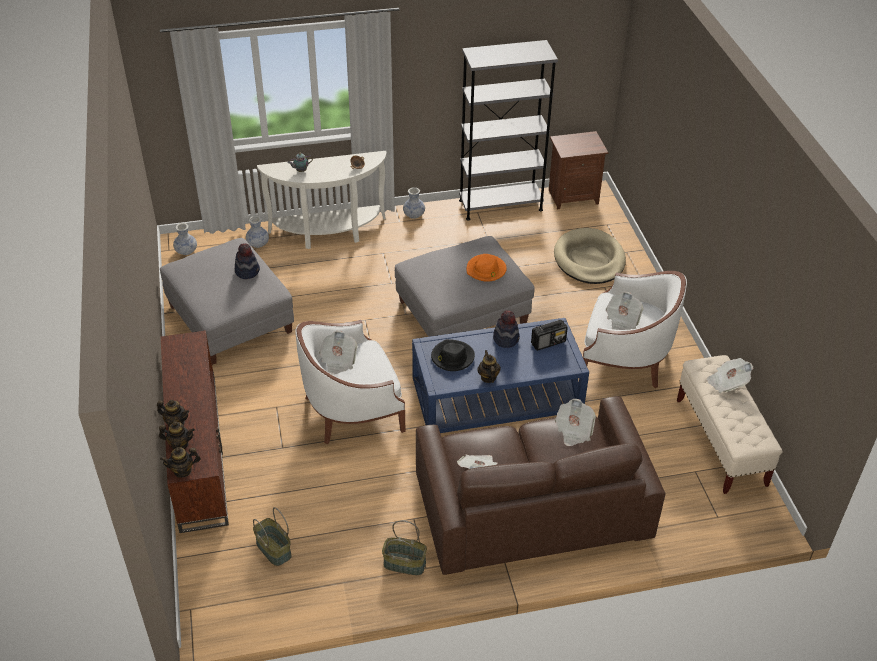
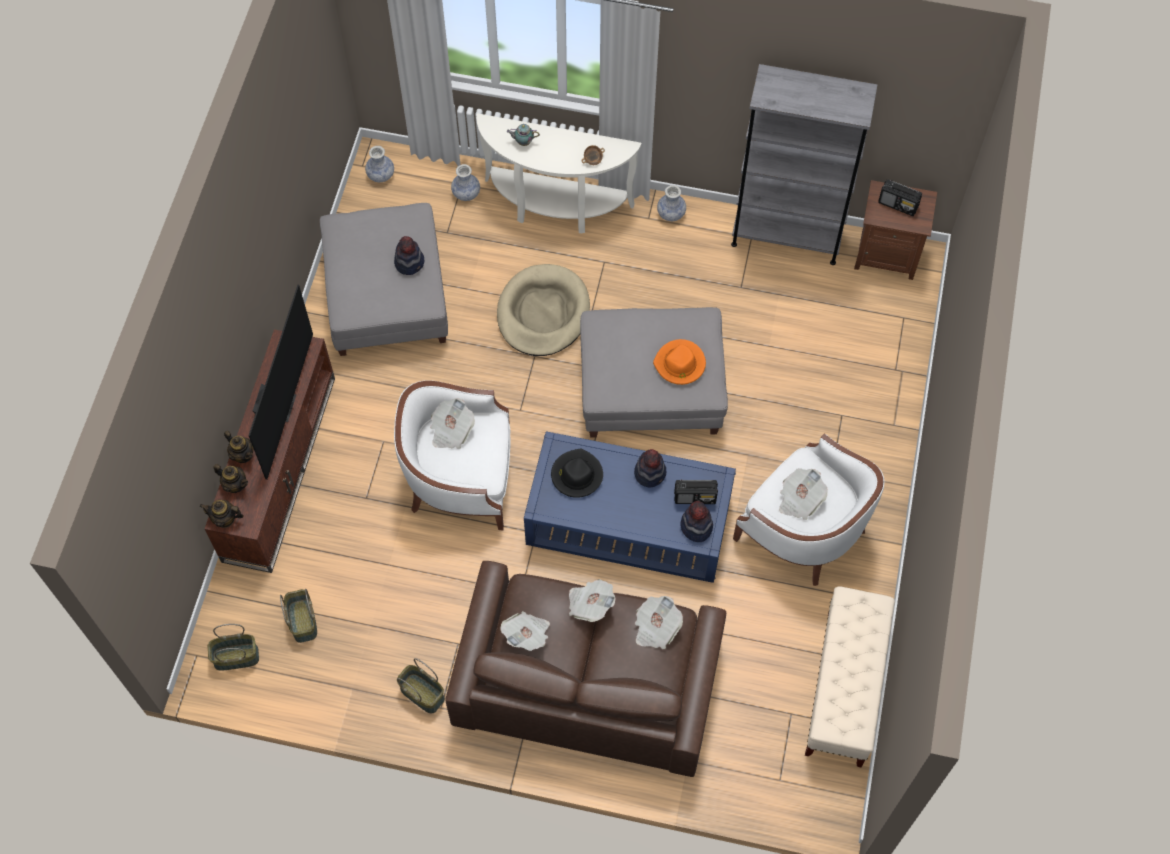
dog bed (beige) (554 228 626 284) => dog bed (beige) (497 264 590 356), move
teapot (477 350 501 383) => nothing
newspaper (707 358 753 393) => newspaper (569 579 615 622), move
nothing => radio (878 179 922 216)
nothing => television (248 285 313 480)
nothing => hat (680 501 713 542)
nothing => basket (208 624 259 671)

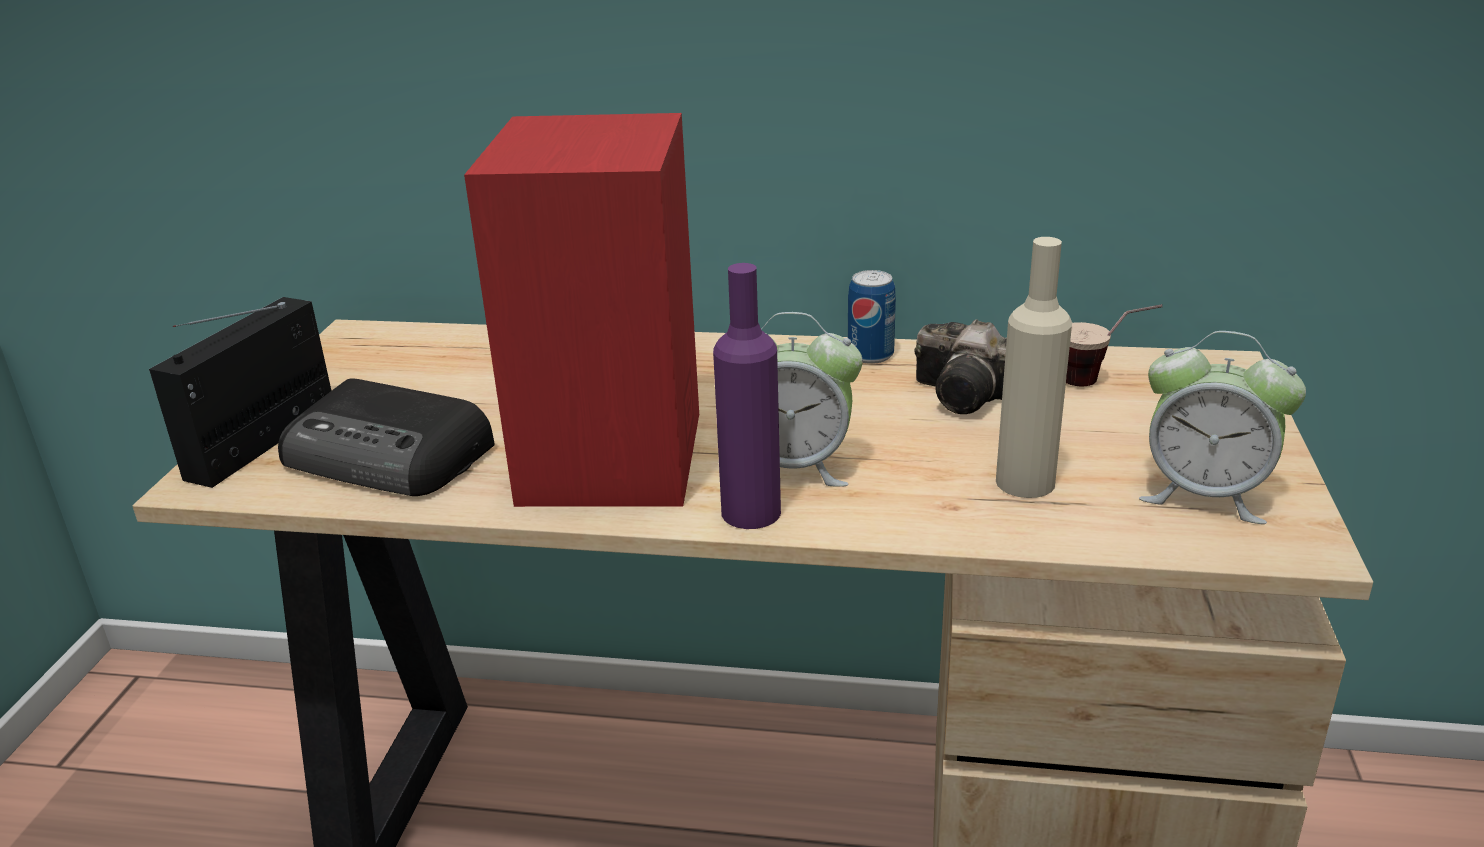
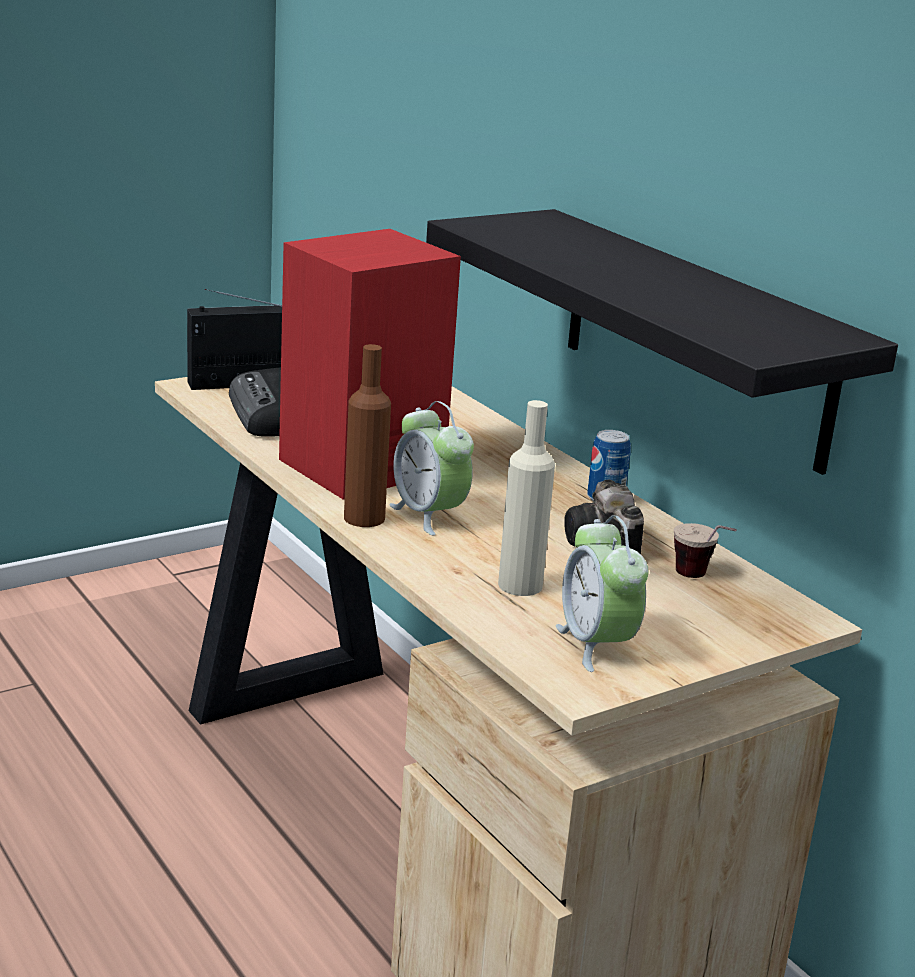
bottle (purple) (713 263 781 529) => bottle (brown) (344 344 391 527)
nothing => shelf (black) (426 209 898 475)

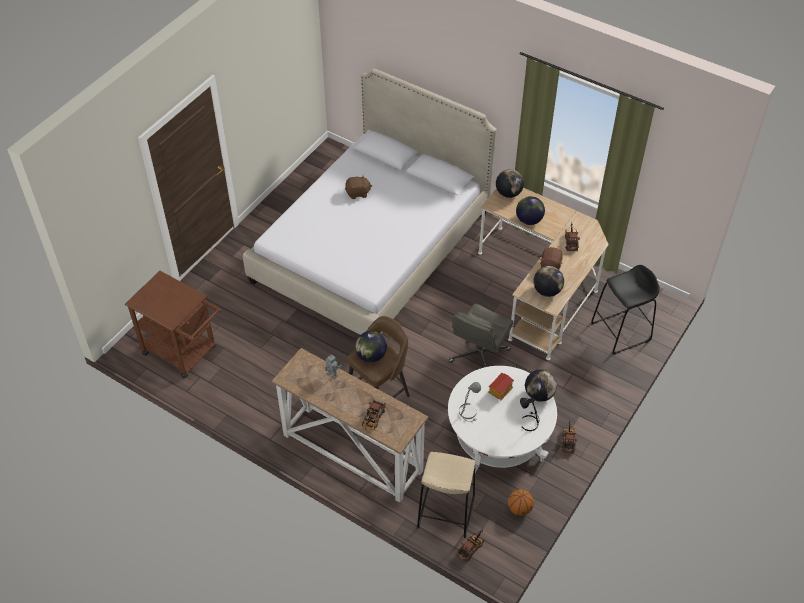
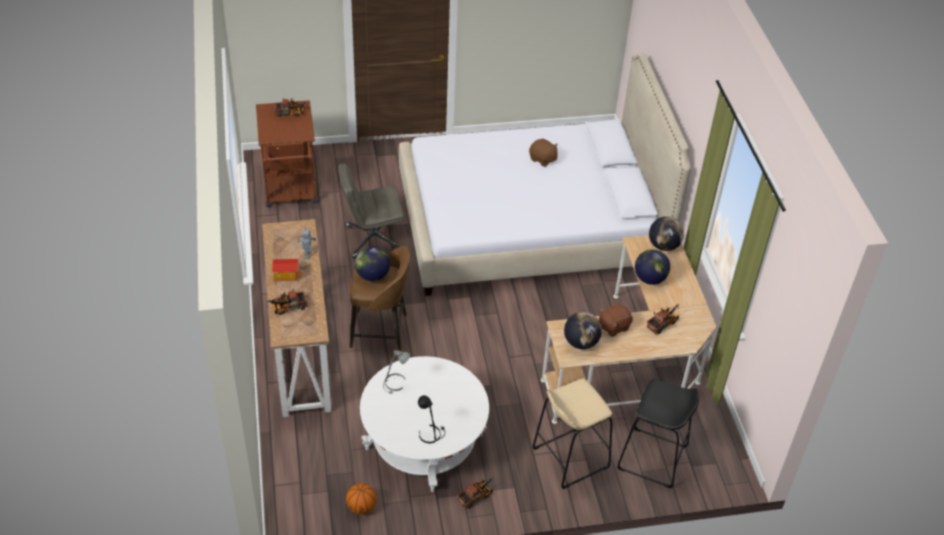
office chair (grey) (449 304 513 367) => office chair (grey) (339 163 405 258), move
globe (525 369 557 402) => nothing
toy house (488 373 514 400) => toy house (272 259 302 281), move
stool (beige) (417 452 475 538) => stool (beige) (533 378 613 489), move
toy truck (456 529 484 562) => toy truck (274 98 308 117), move

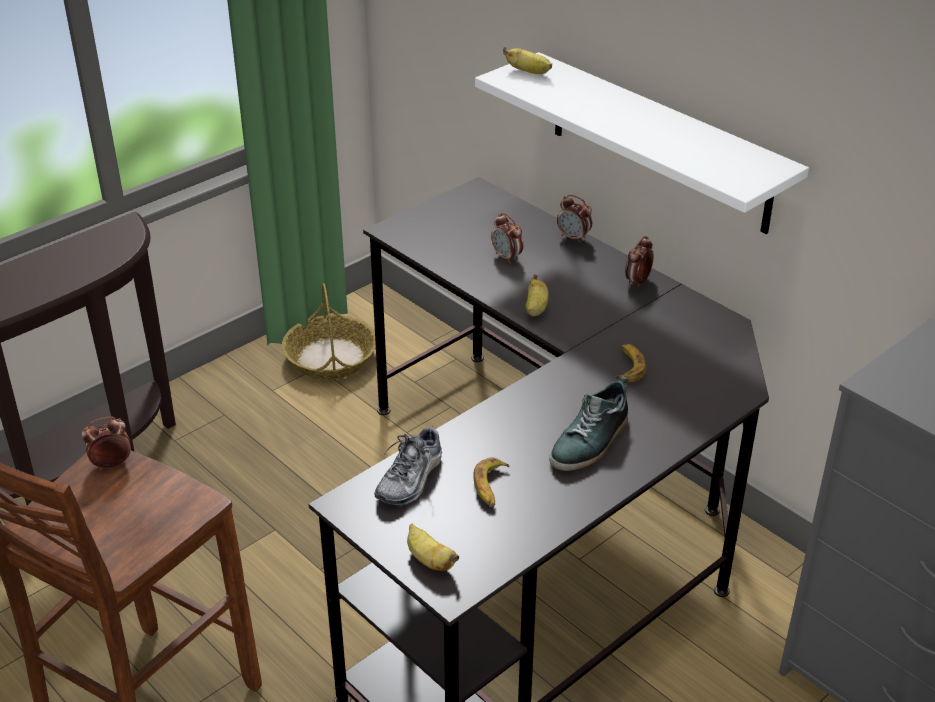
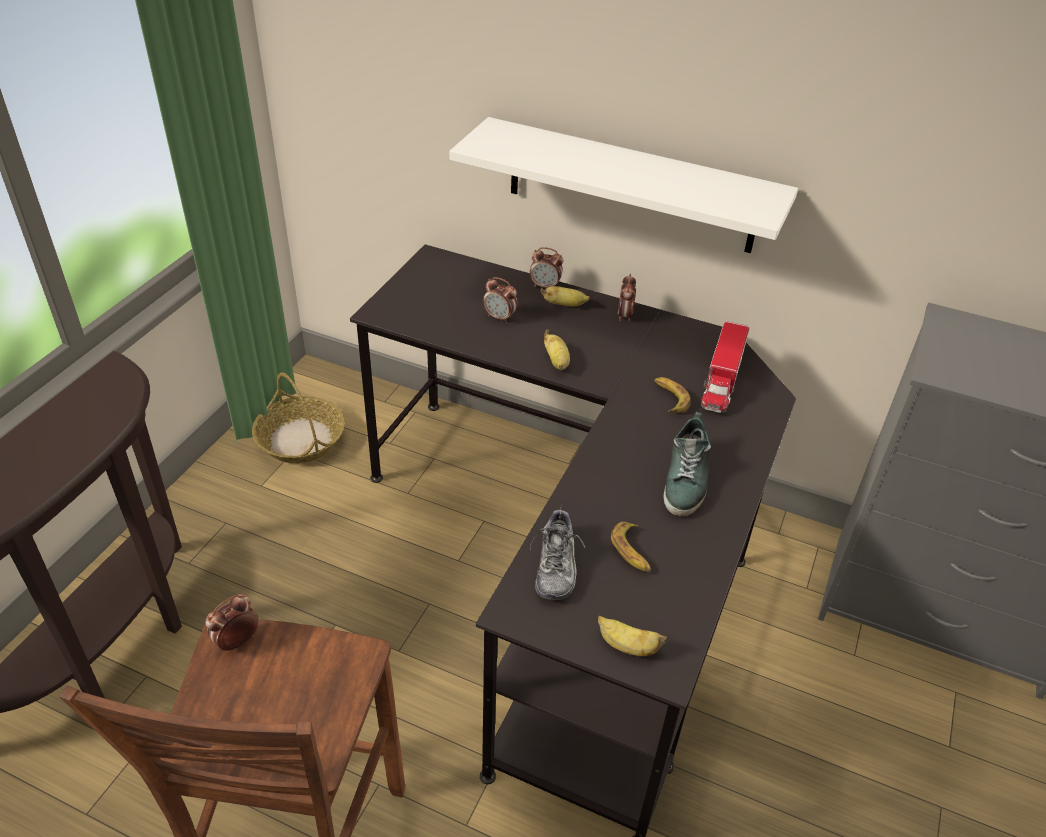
banana (503 47 552 74) => banana (541 286 590 306), move
nothing => toy truck (701 321 749 413)

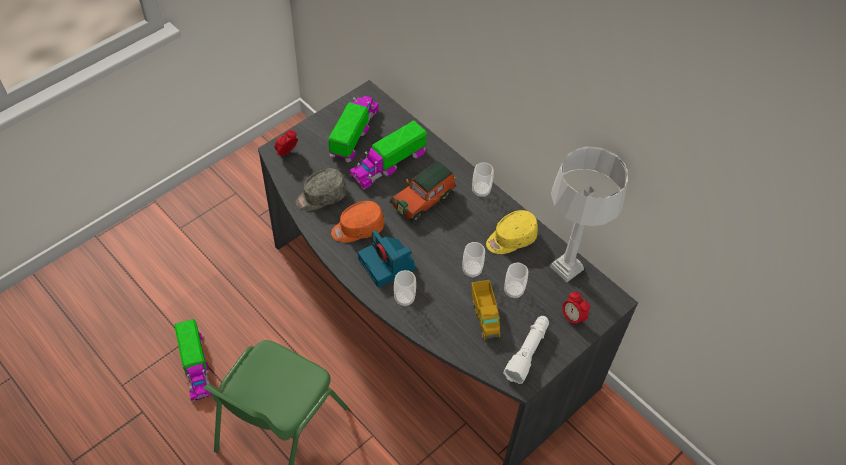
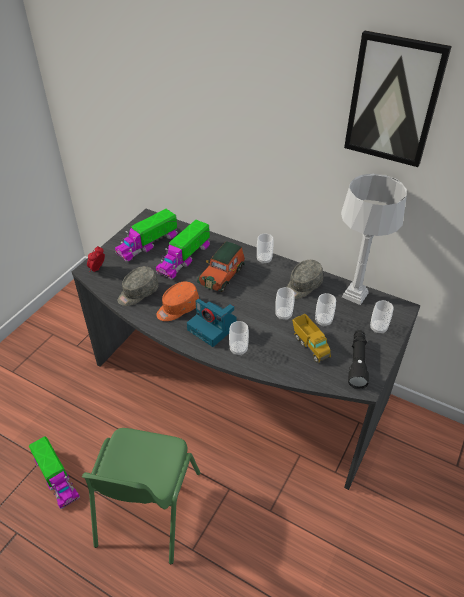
toy truck (328 96 379 162) => toy truck (115 209 178 262), 135 degrees counterclockwise
cap (yellow) (486 210 538 254) => cap (grey) (287 260 323 299)
alarm clock (562 292 590 328) => cup (370 300 393 334)
flashlight (white) (503 316 549 384) => flashlight (black) (348 330 369 389)
nothing => picture (344 31 452 167)

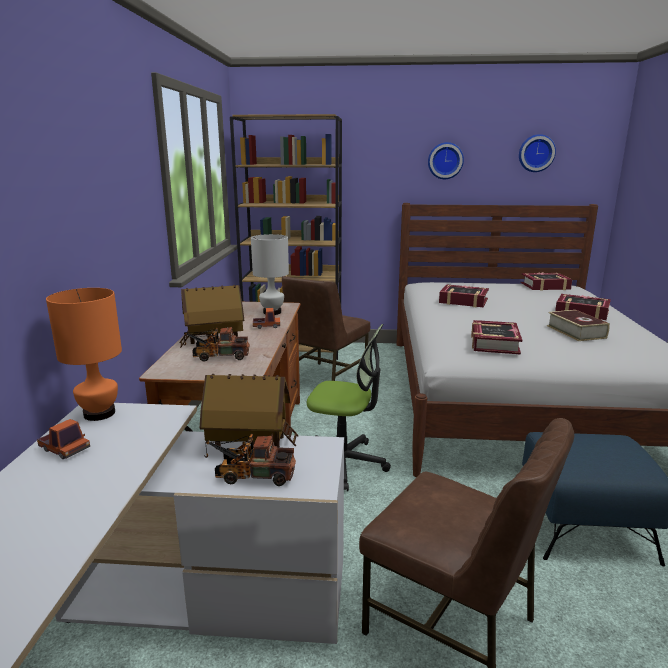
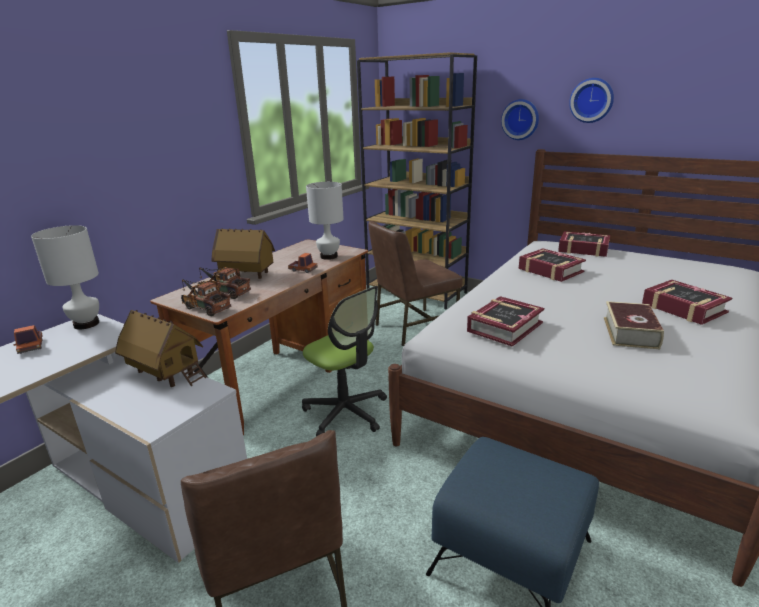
wall clock (519 134 556 172) => wall clock (501 99 539 140), move
book (521 272 573 291) => book (558 231 610 257), move
table lamp (orange) (46 288 122 421) => table lamp (white) (31 225 99 329)
toy truck (204 433 296 486) => toy truck (181 279 231 316), move

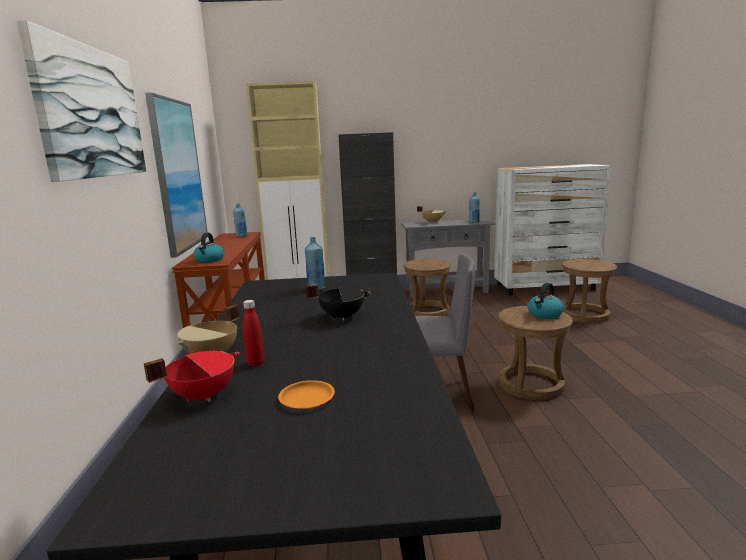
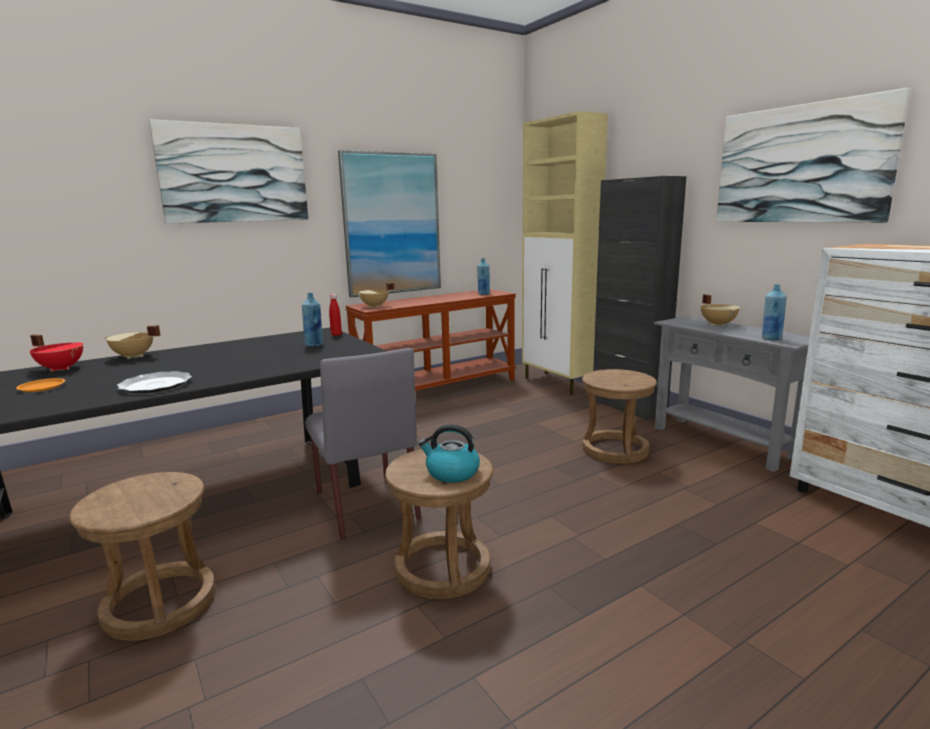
kettle (193 233 224 263) => cooking pot (beige) (356 283 394 308)
stool (brown) (562 259 617 323) => stool (brown) (69 472 215 641), move
cooking pot (black) (306 284 371 321) => nothing
bottle (red) (243 300 264 367) => bottle (red) (329 294 342 336), move
nothing => picture (716 88 911 223)
nothing => plate (117 371 192 393)

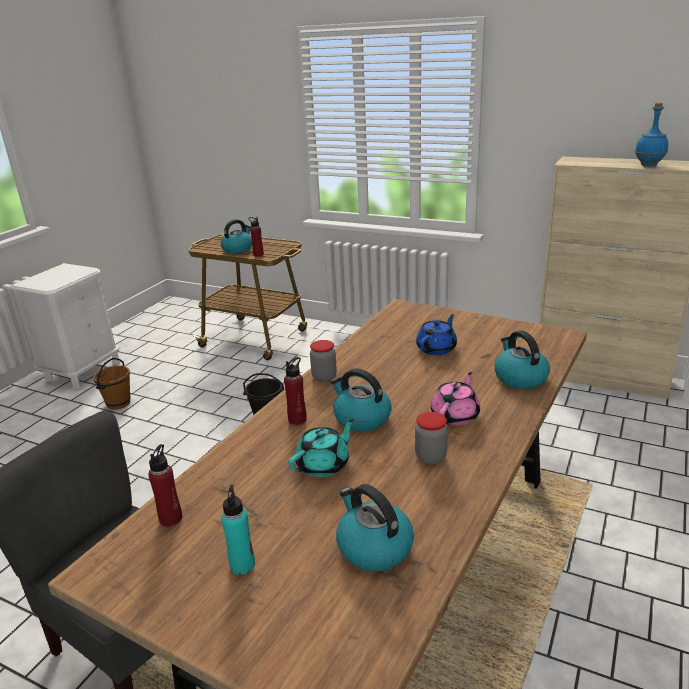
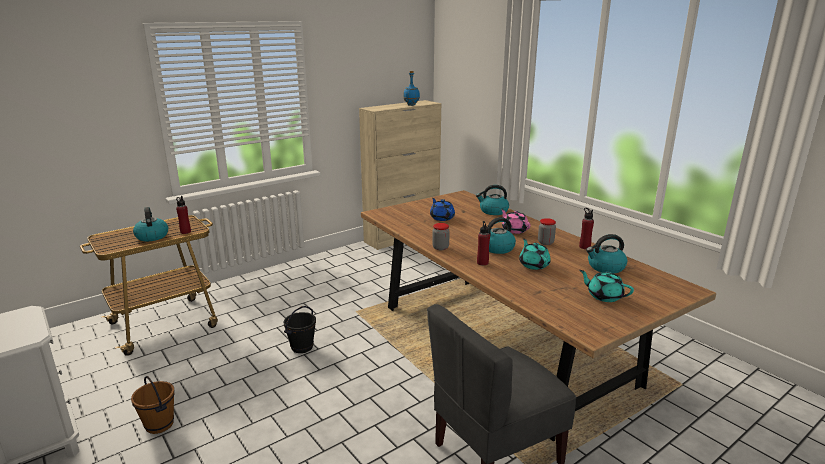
bottle (red) (148 444 182 527) => bottle (red) (579 208 594 249), move
bottle (turquoise) (221 485 255 575) => teapot (turquoise) (579 270 634 302)

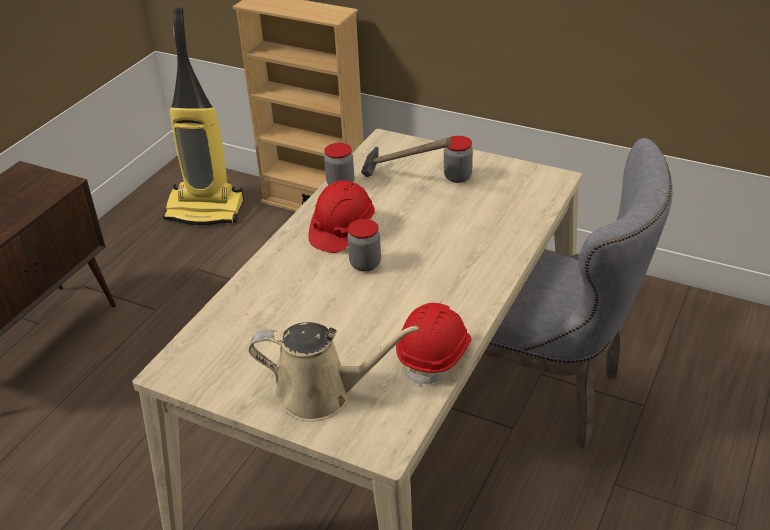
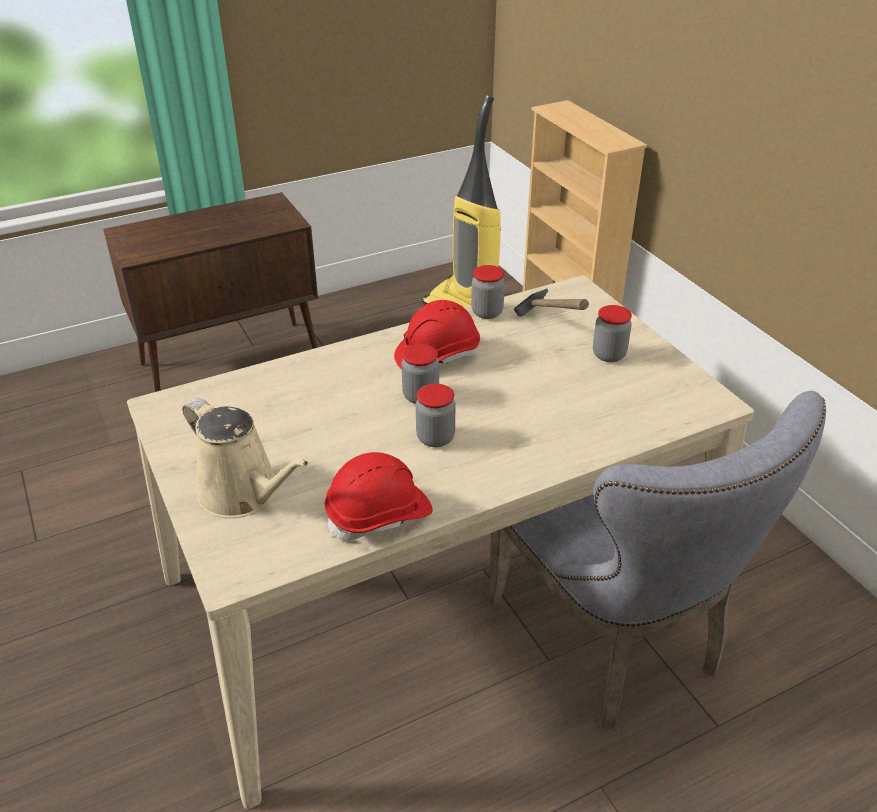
nothing => jar (416 384 456 447)

